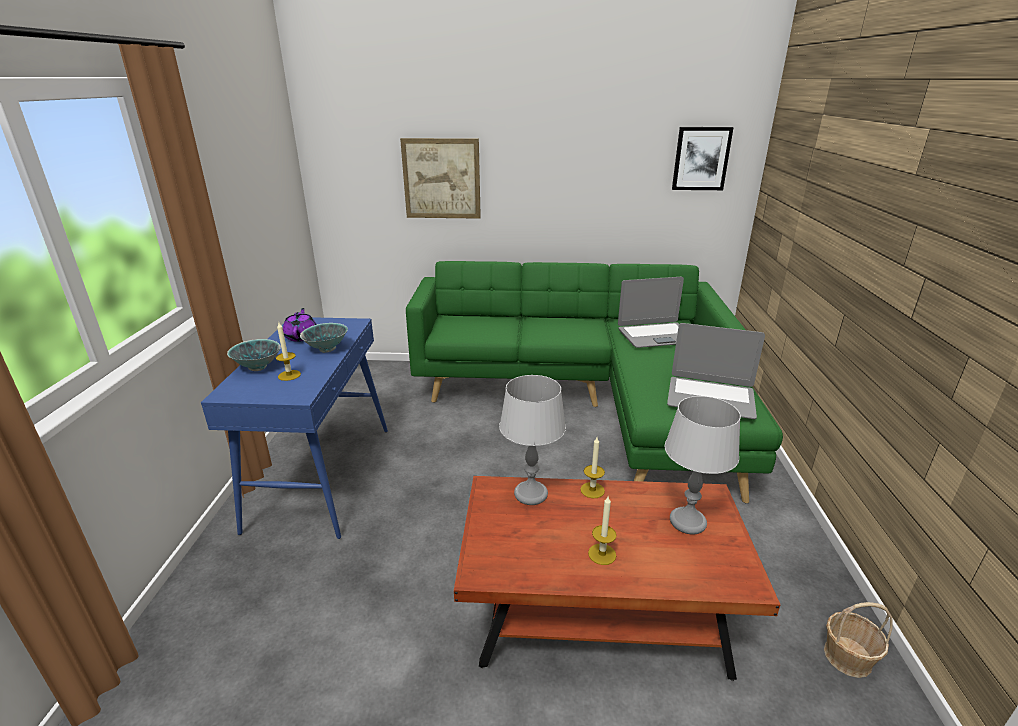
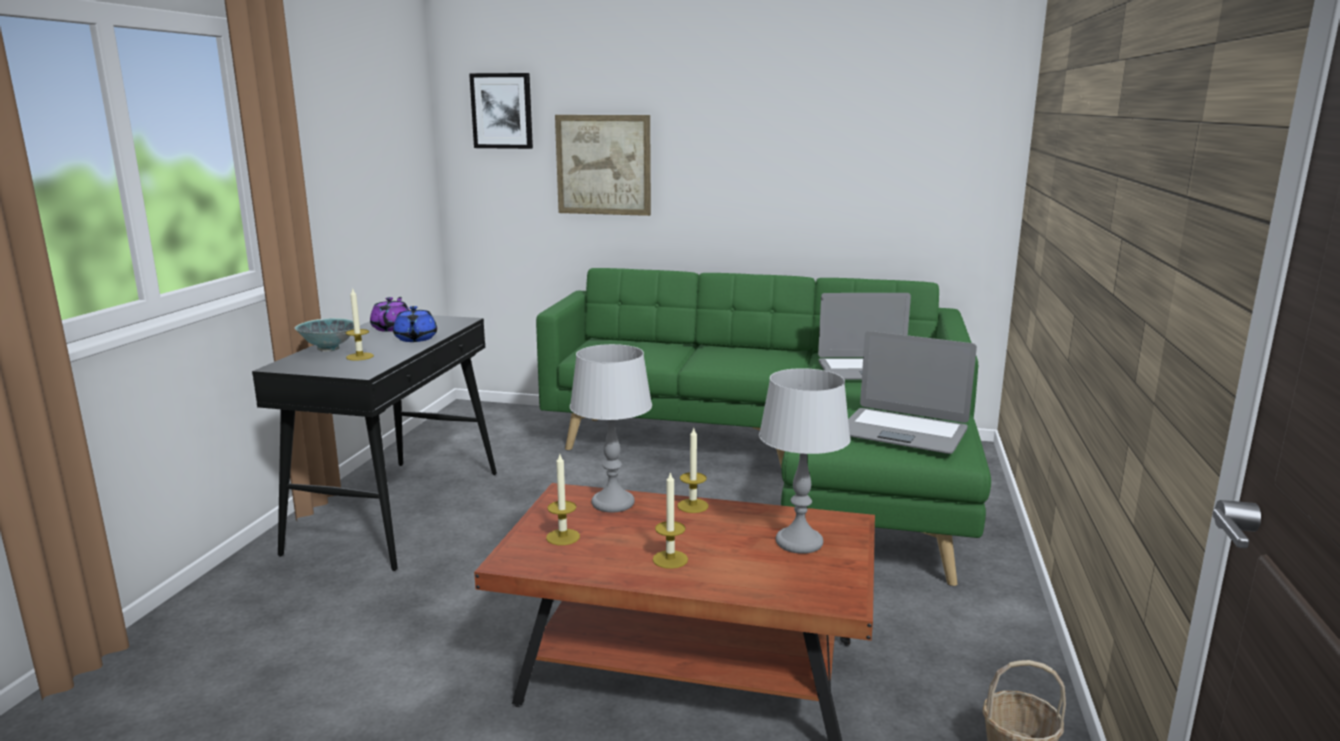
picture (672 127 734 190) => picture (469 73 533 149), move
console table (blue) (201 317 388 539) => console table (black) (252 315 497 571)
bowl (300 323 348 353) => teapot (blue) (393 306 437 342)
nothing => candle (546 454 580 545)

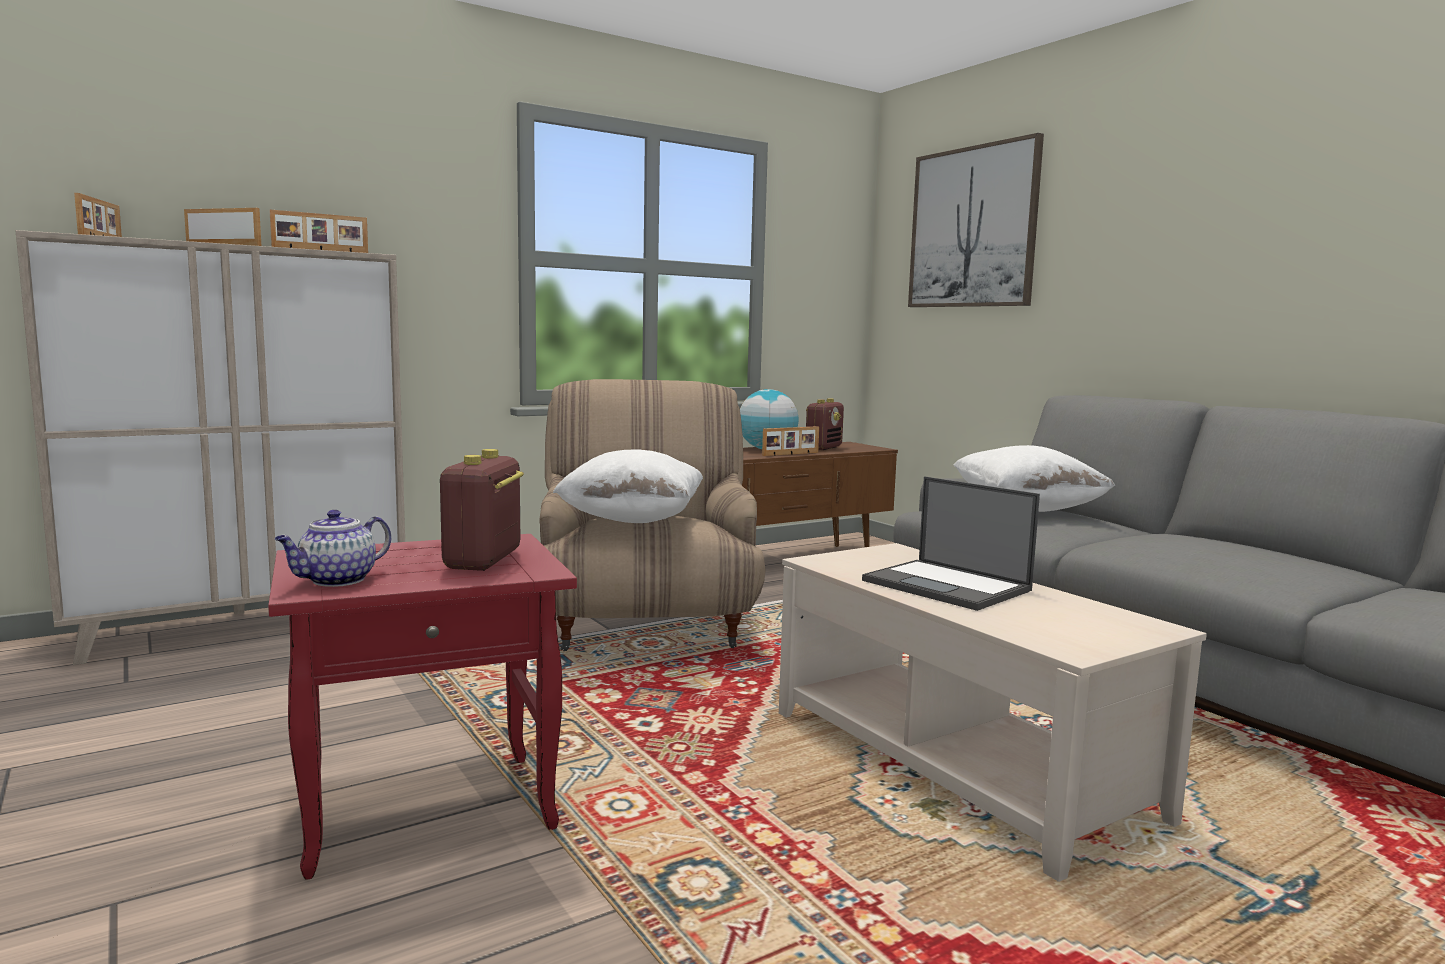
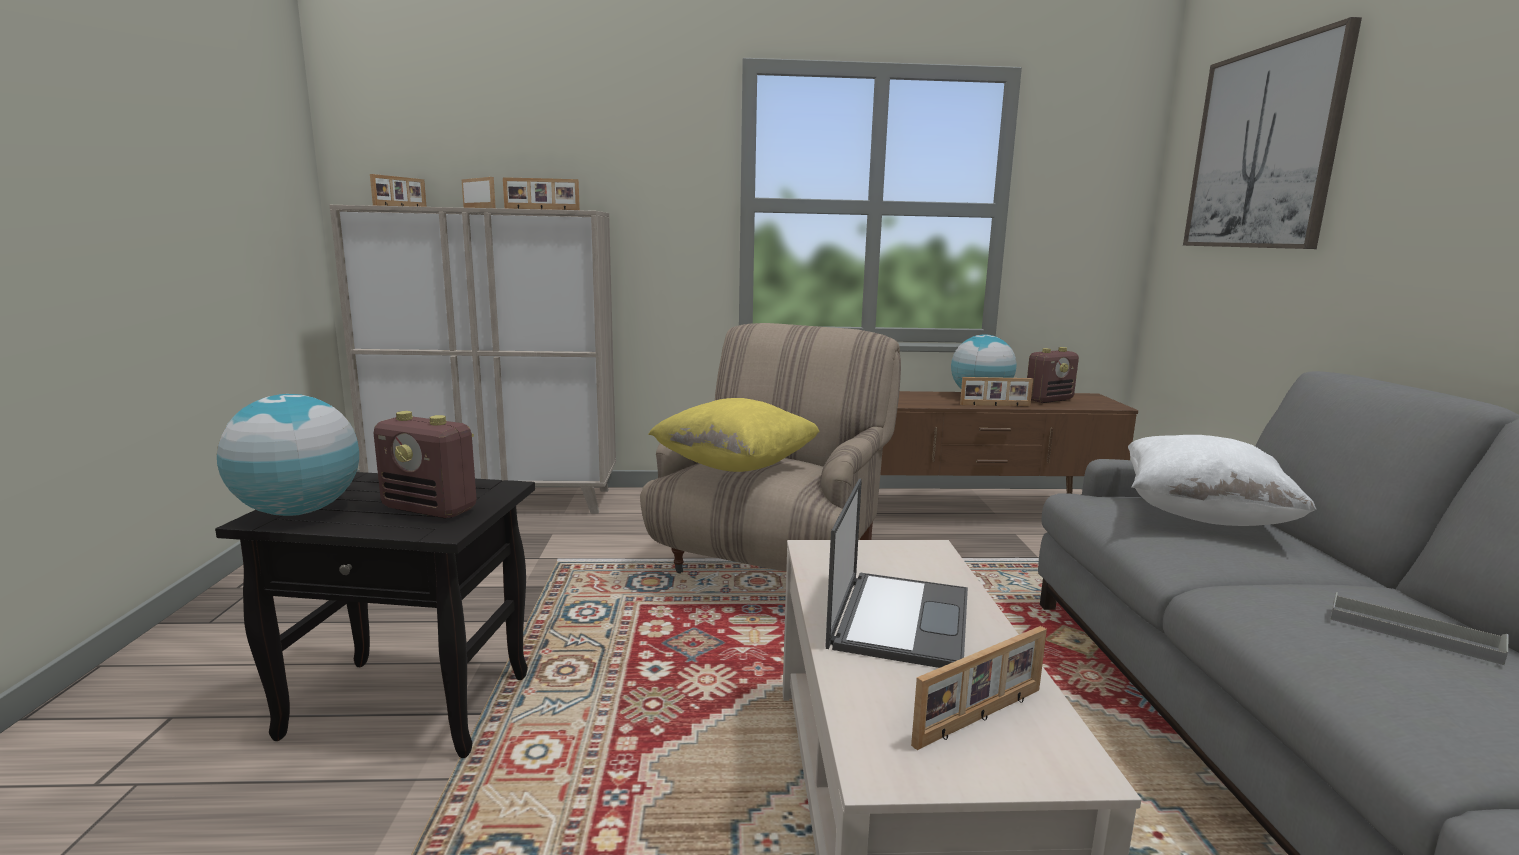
radio (440 449 524 571) => radio (374 411 477 519), 105 degrees counterclockwise
pillow (white) (553 450 703 523) => pillow (yellow) (648 398 820 472)
laptop (862 476 1040 611) => laptop (825 478 968 668), 150 degrees counterclockwise
teapot (275 510 391 587) => globe (217 394 359 516)
side table (red) (268 534 577 880) => side table (black) (215 472 535 758)
nothing => tray (grey) (1330 592 1509 665)
nothing => picture frame (911 626 1047 750)

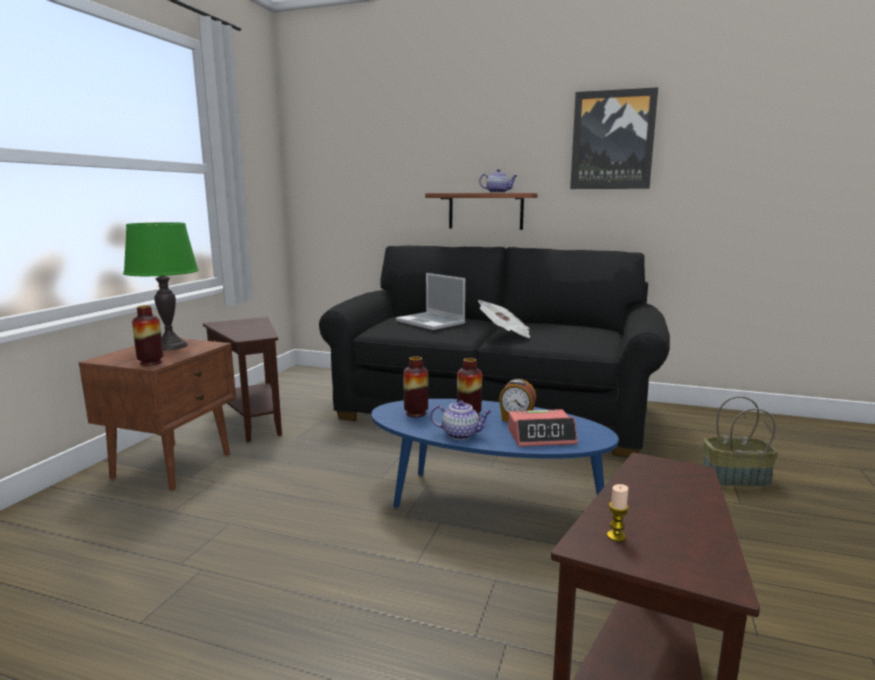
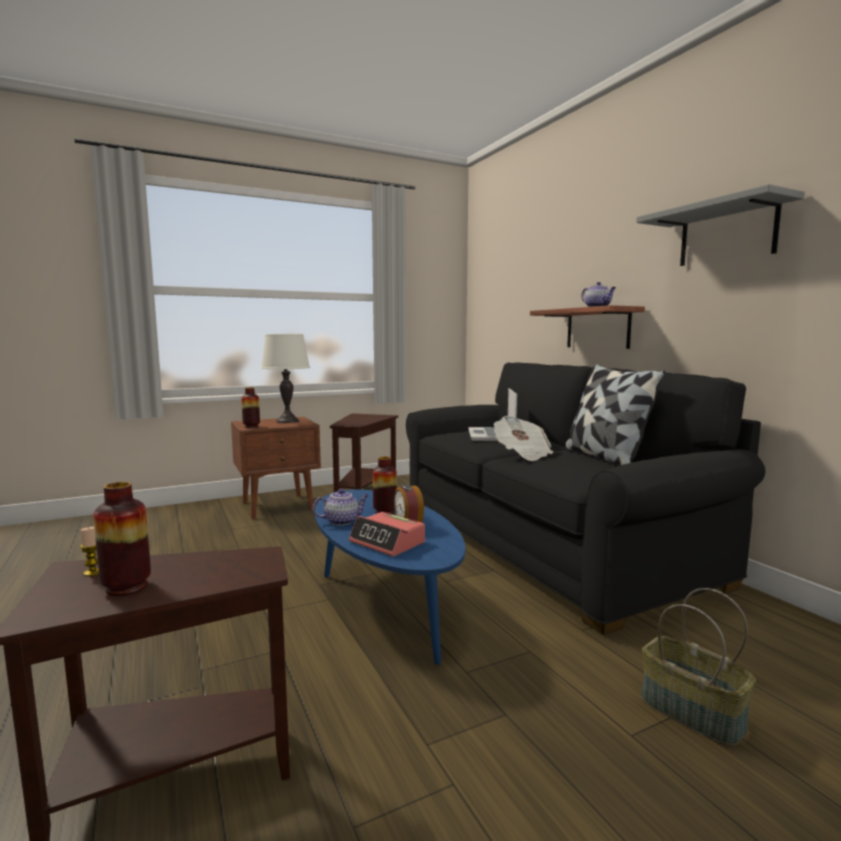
picture (570 87 658 189) => shelf (grey) (636 184 804 266)
table lamp (green) (123 222 199 350) => table lamp (white) (261 334 310 423)
vase (403 356 428 417) => vase (93 482 151 596), move
teapot (430 400 491 440) => teapot (313 489 369 525), 75 degrees counterclockwise
nothing => pillow (565 364 665 465)

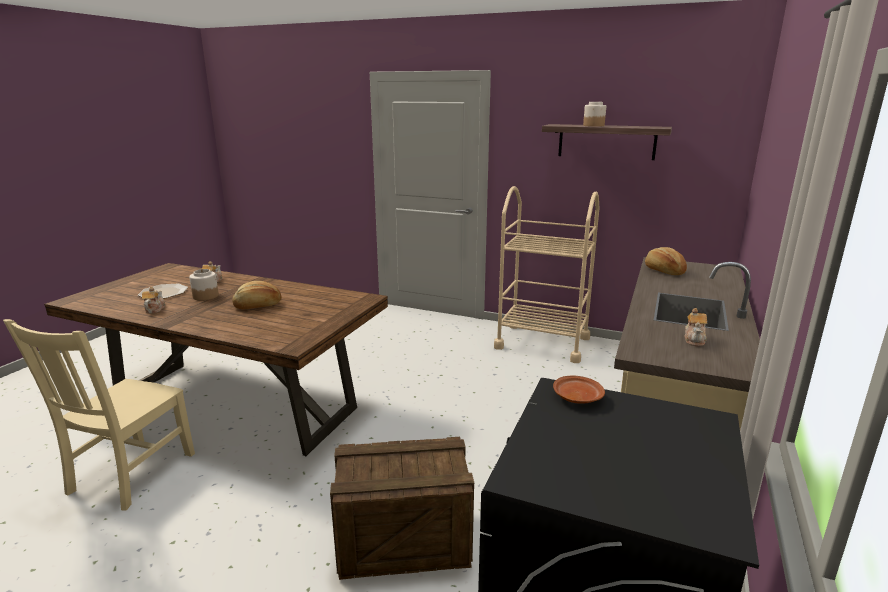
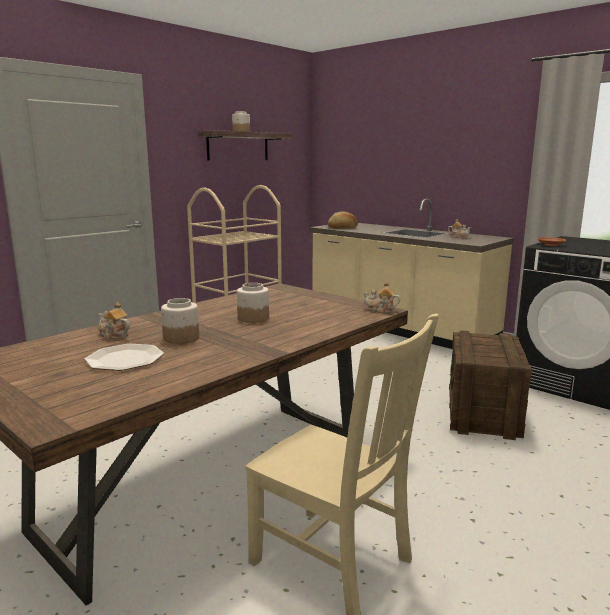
bread (232 281 282 309) => jar (237 283 269 323)
teapot (142 287 166 313) => teapot (363 281 400 313), move

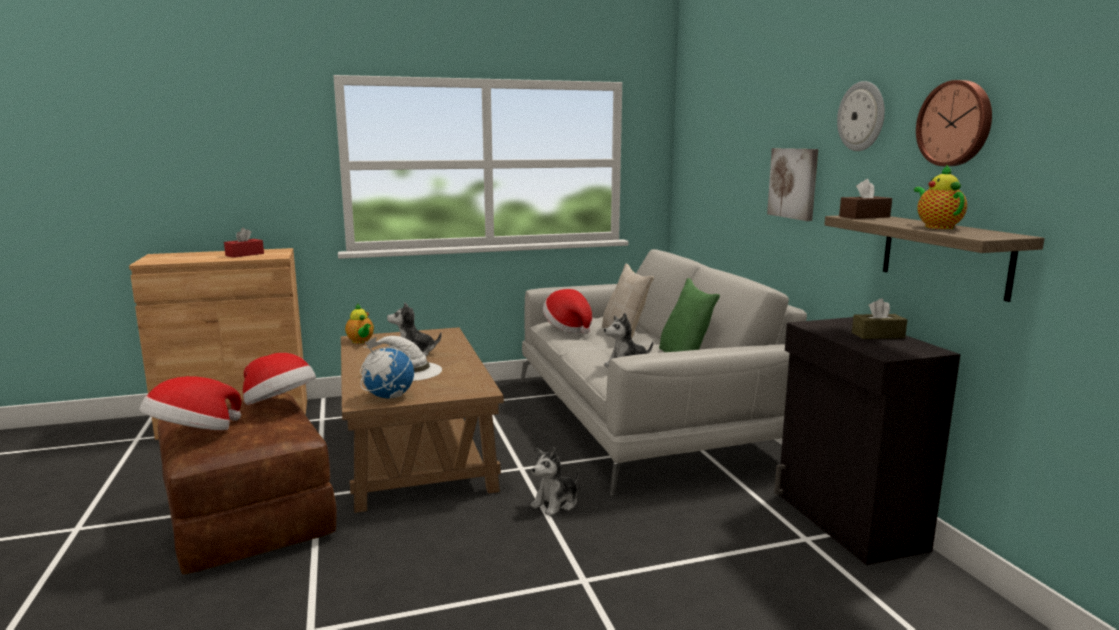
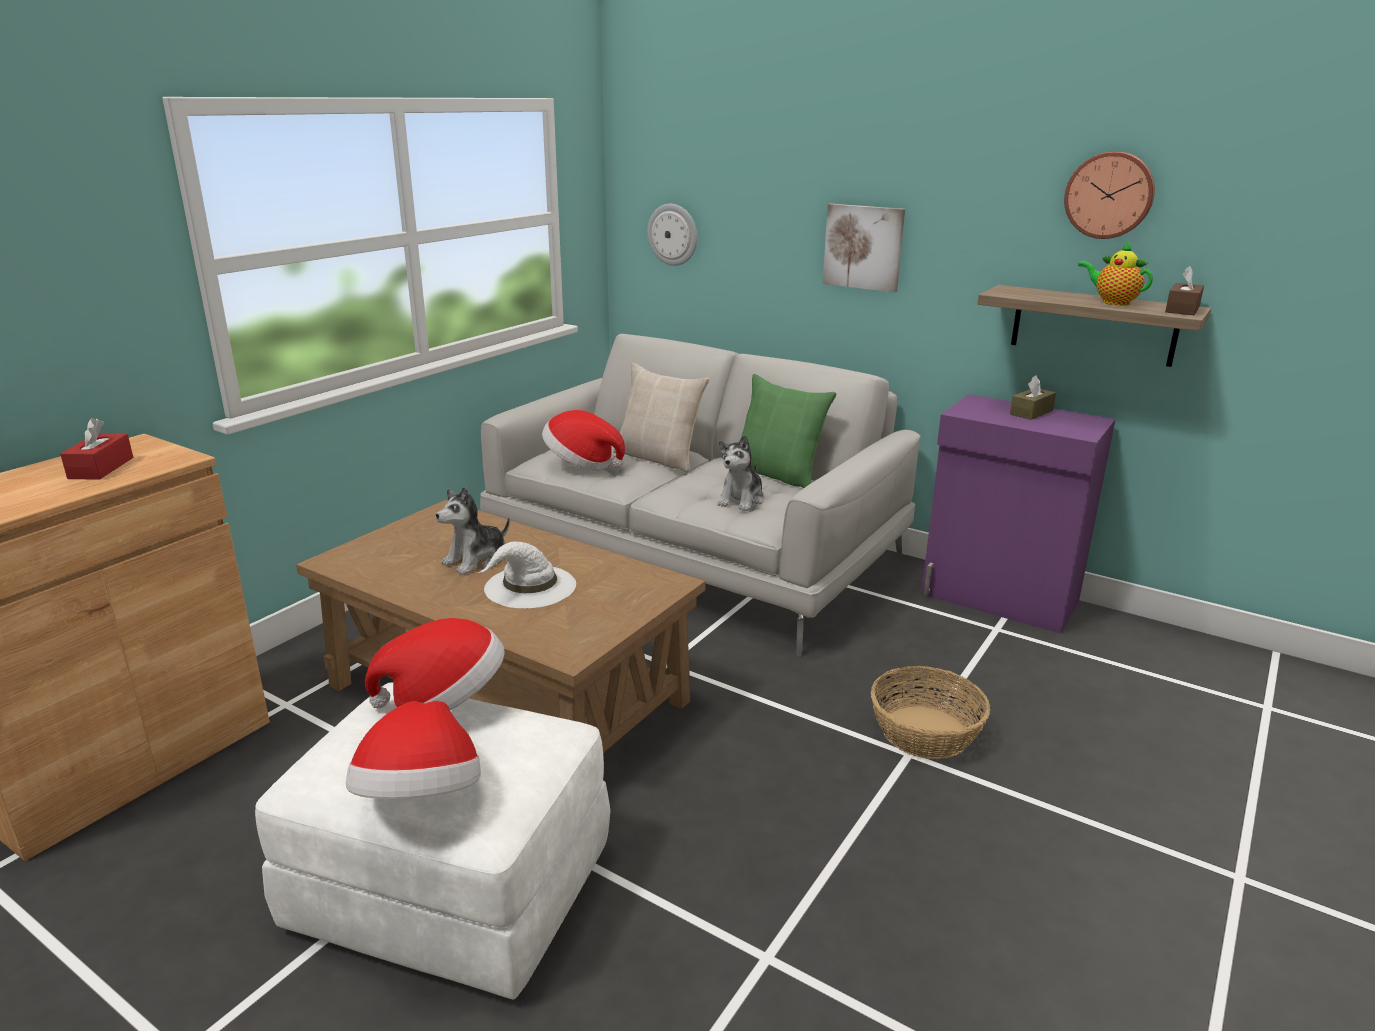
wall clock (837 81 885 151) => wall clock (647 204 697 266), move
tissue box (brown) (839 179 892 219) => tissue box (brown) (1165 266 1204 315), move
teapot (345 304 374 344) => nothing
cabinet (black) (774 317 961 565) => cabinet (purple) (921 394 1116 634)
globe (360 337 414 399) => nothing
ottoman (brown) (158 393 336 574) => ottoman (white) (255 682 610 1000)
plush toy (530 447 579 516) => nothing
nothing => basket (871 666 990 759)

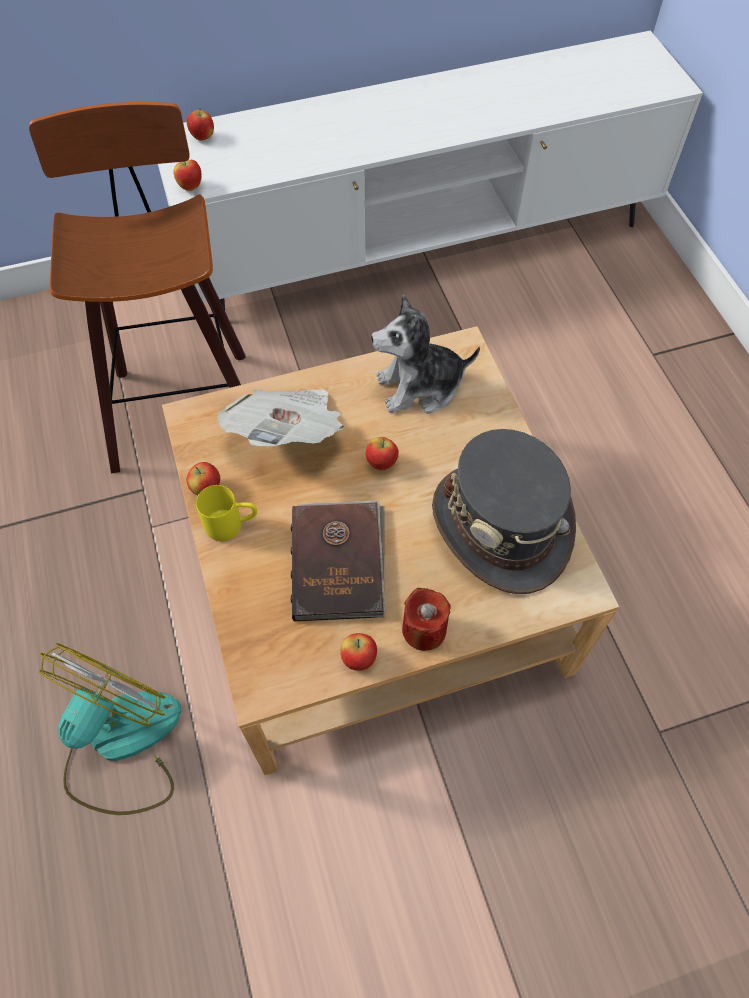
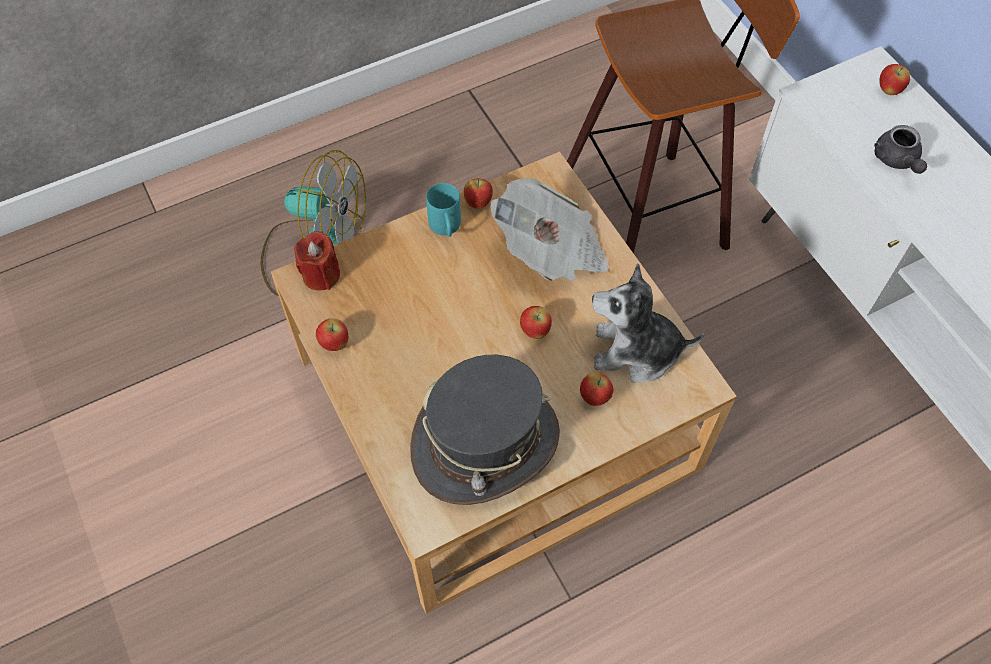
apple (173 160 202 191) => apple (580 372 613 406), move
plush toy (371 295 480 414) => plush toy (592 263 705 383), 60 degrees counterclockwise
mug (yellow) (196 485 257 541) => mug (turquoise) (426 183 461 237)
book (brown) (291 500 385 622) => nothing
candle (red) (402 588 451 651) => candle (red) (294 231 340 291), move
nothing => teapot (grey) (874 125 927 174)

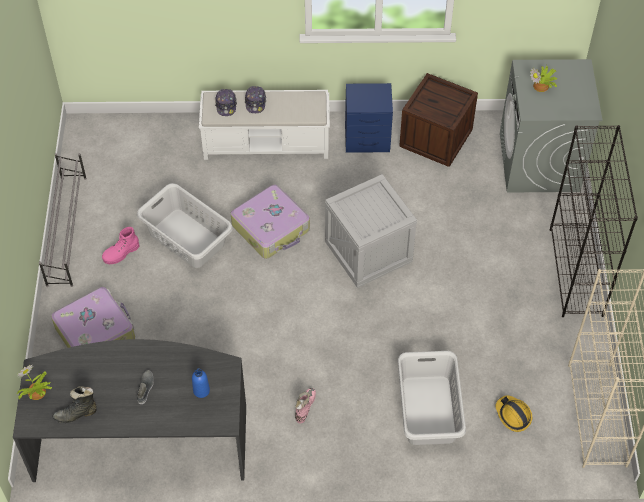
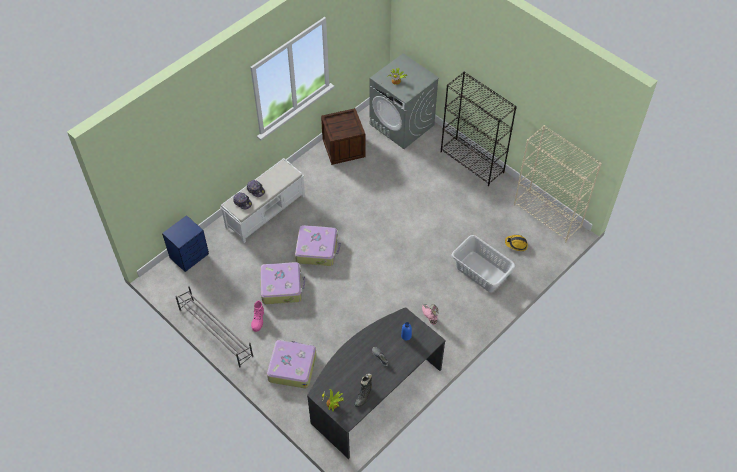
nightstand (blue) (345 83 393 153) => nightstand (blue) (162 215 209 272), move
crate (325 174 417 288) => nothing
laundry basket (grey) (137 183 233 268) => suitcase (261 262 305 304)

